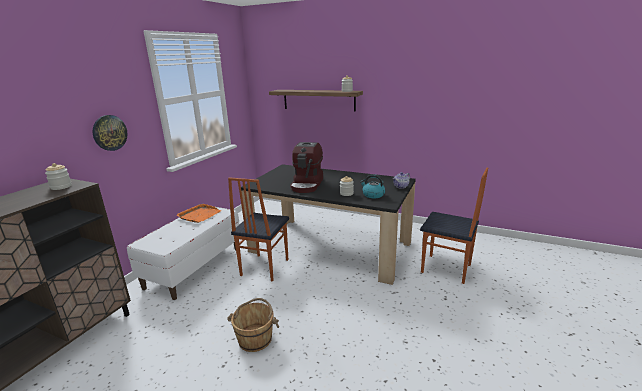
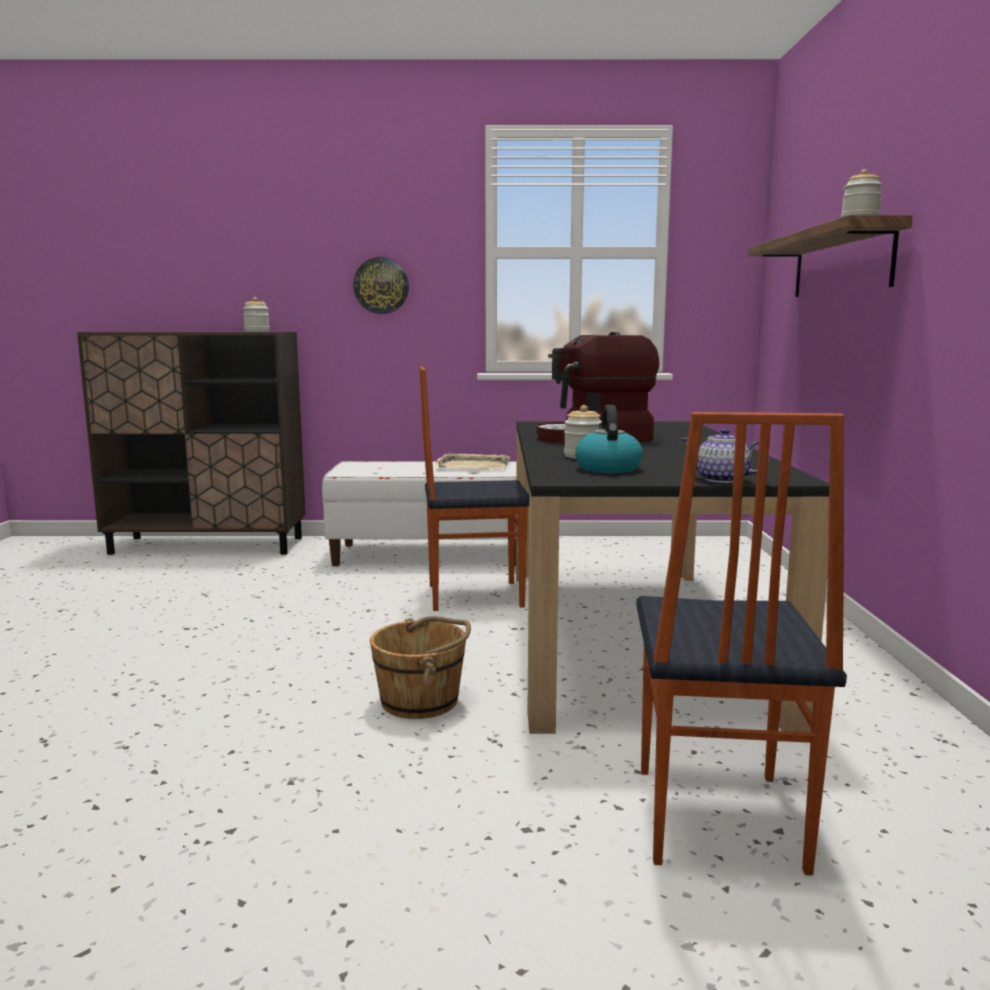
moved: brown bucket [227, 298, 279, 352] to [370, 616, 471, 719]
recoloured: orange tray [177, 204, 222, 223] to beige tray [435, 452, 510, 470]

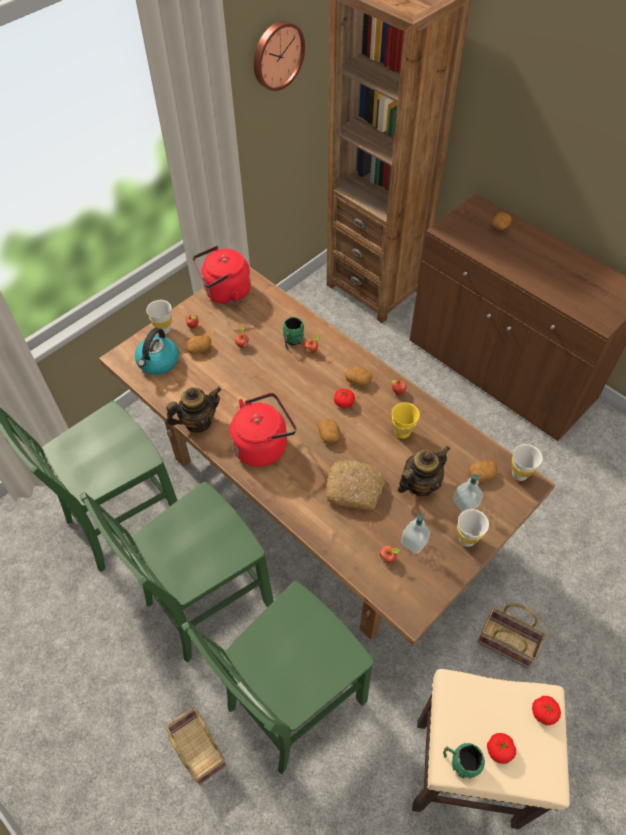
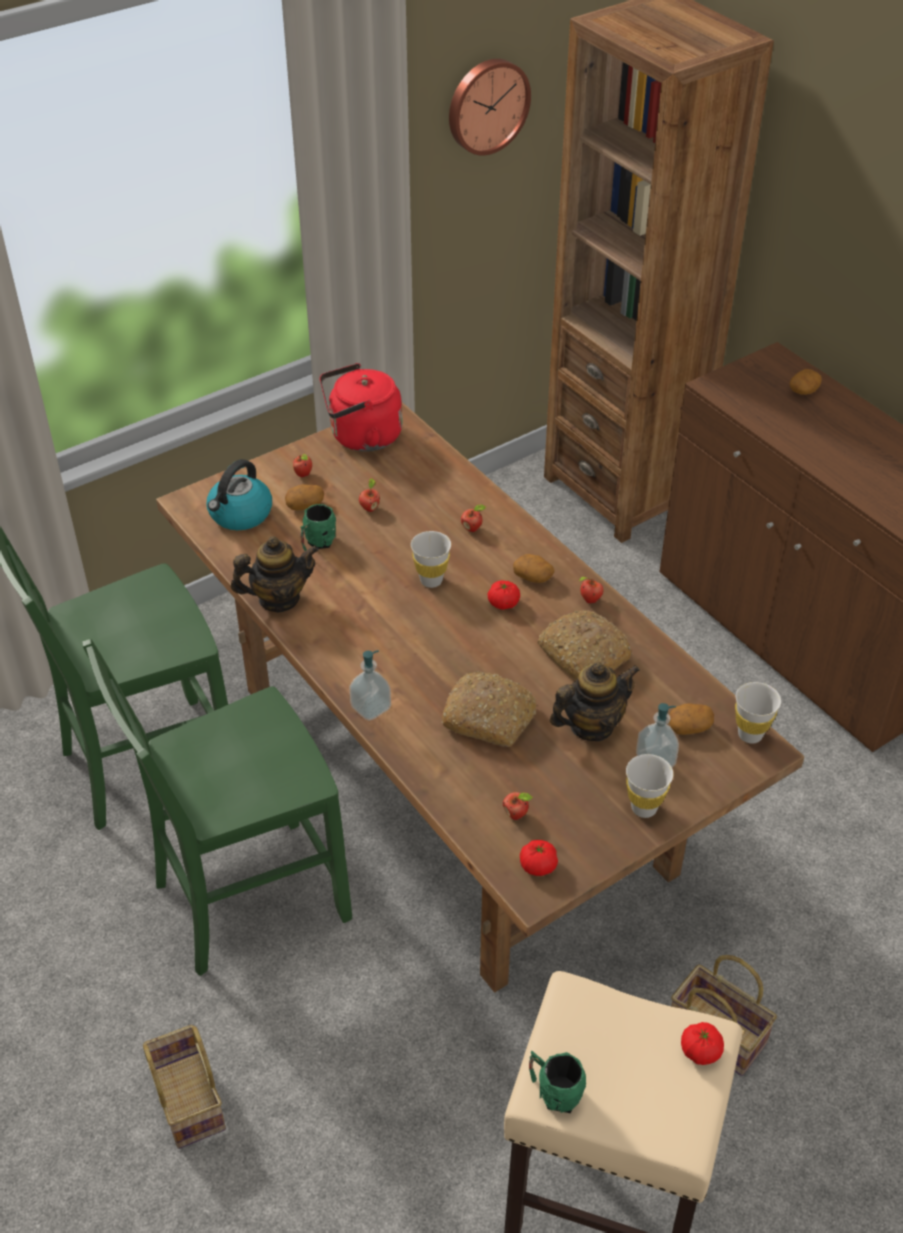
removed: green chair [181, 581, 374, 774]; red kettle [230, 393, 296, 467]; potato [318, 419, 340, 443]
moved: white cup [146, 300, 172, 334] to [411, 531, 451, 588]; green mug [283, 317, 304, 350] to [300, 504, 336, 551]; soap dispenser [401, 512, 430, 554] to [349, 650, 391, 721]; tomato [487, 733, 516, 764] to [520, 840, 558, 876]
replaced: yellow cup [392, 402, 420, 439] to bread [537, 610, 632, 680]

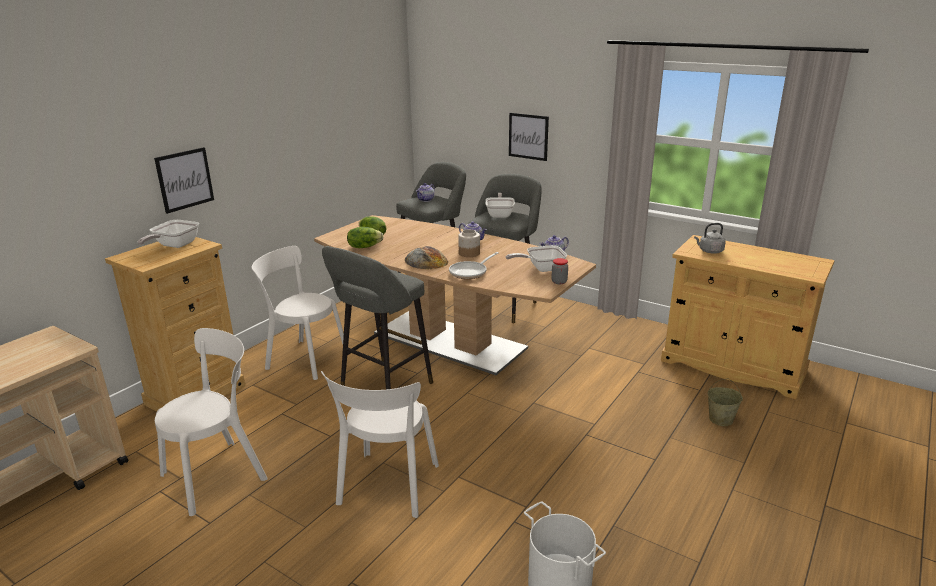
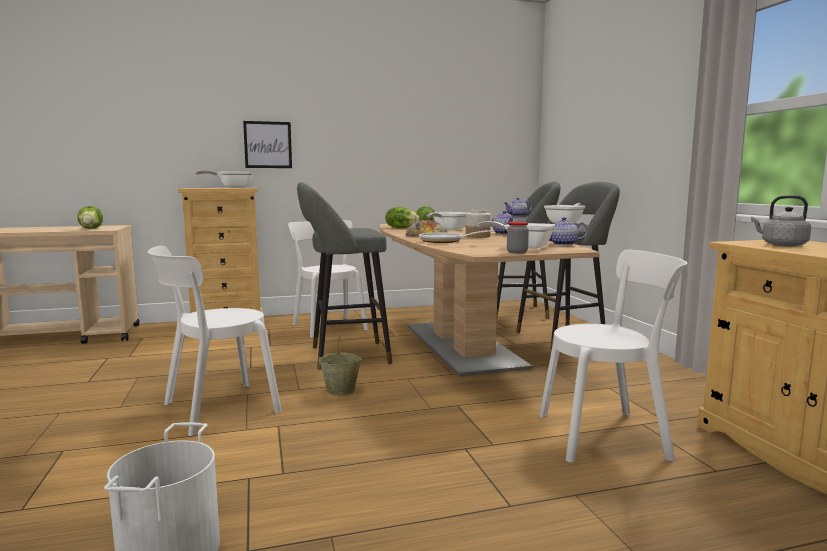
removed: picture [509, 113, 549, 161]
added: lettuce [77, 206, 103, 229]; frying pan [427, 212, 469, 230]
moved: white chair [155, 328, 268, 516] to [539, 250, 687, 462]; beige bucket [707, 378, 743, 426] to [319, 336, 362, 395]

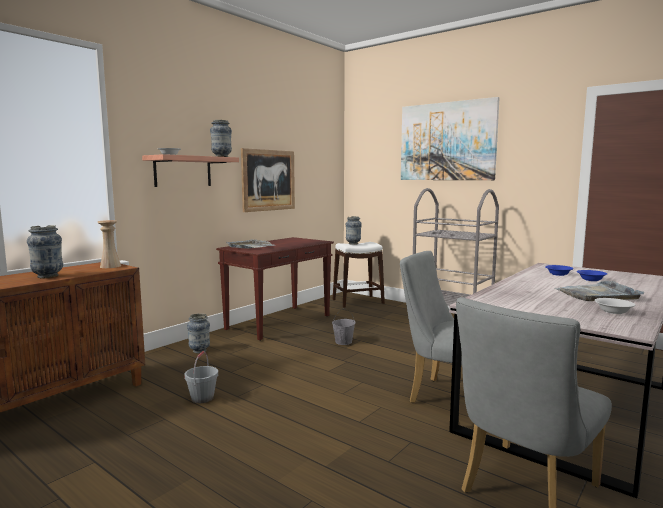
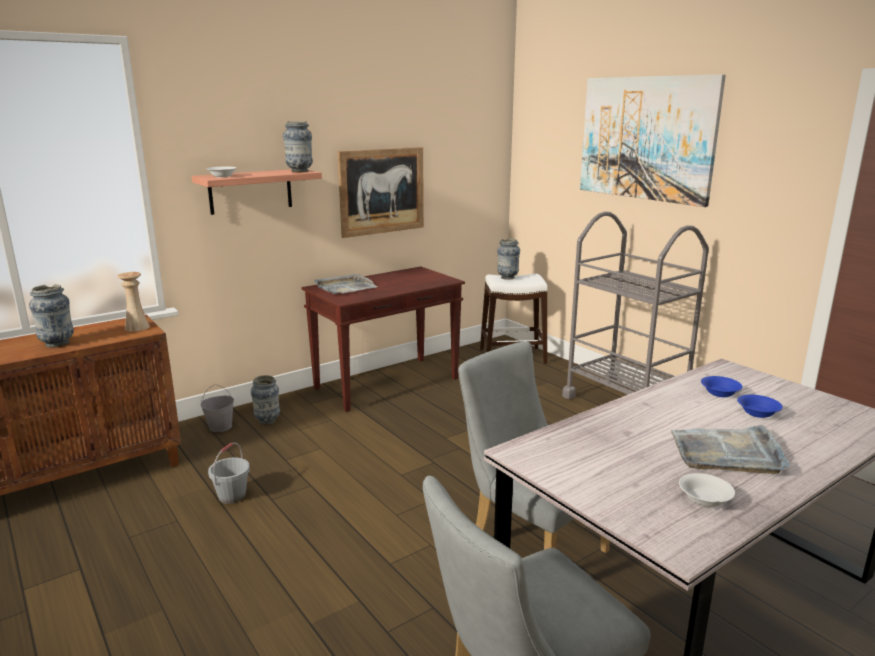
moved: grey bucket [332, 308, 355, 345] to [201, 384, 234, 432]

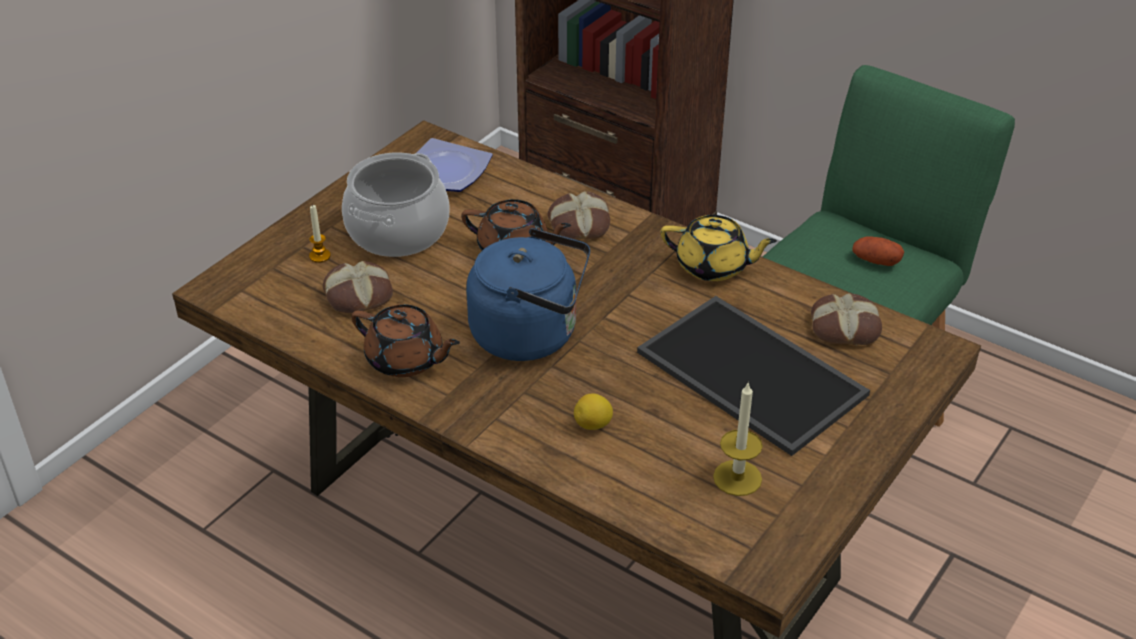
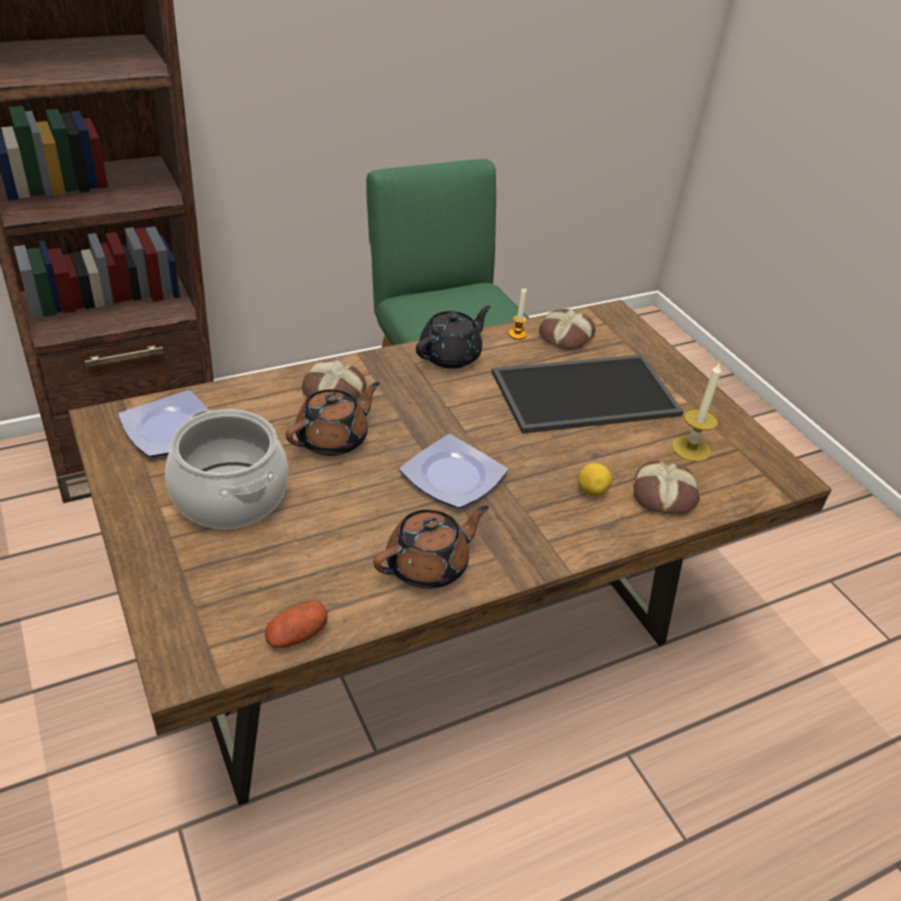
moved: candle [309, 205, 331, 263] to [509, 288, 527, 340]; bread [323, 261, 393, 314] to [634, 461, 700, 514]; potato [852, 236, 904, 266] to [264, 600, 328, 648]
replaced: blue kettle [466, 228, 590, 361] to plate [399, 434, 508, 508]
recoloured: yellow teapot [660, 215, 777, 281] to black teapot [416, 305, 491, 369]

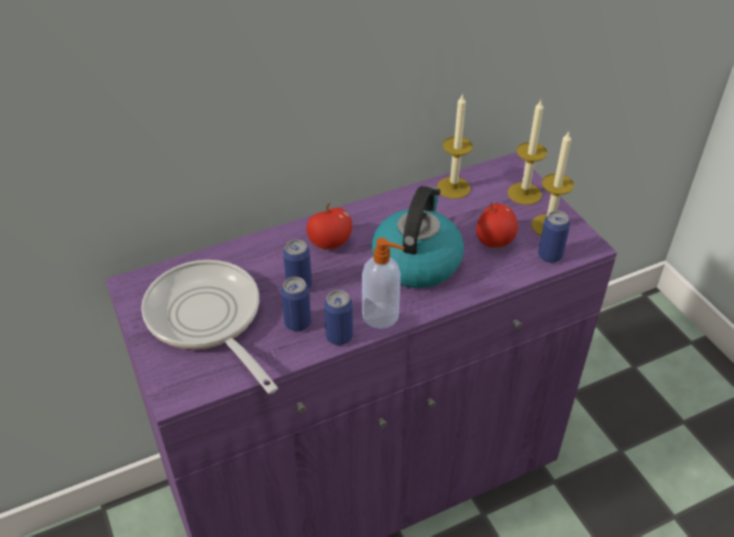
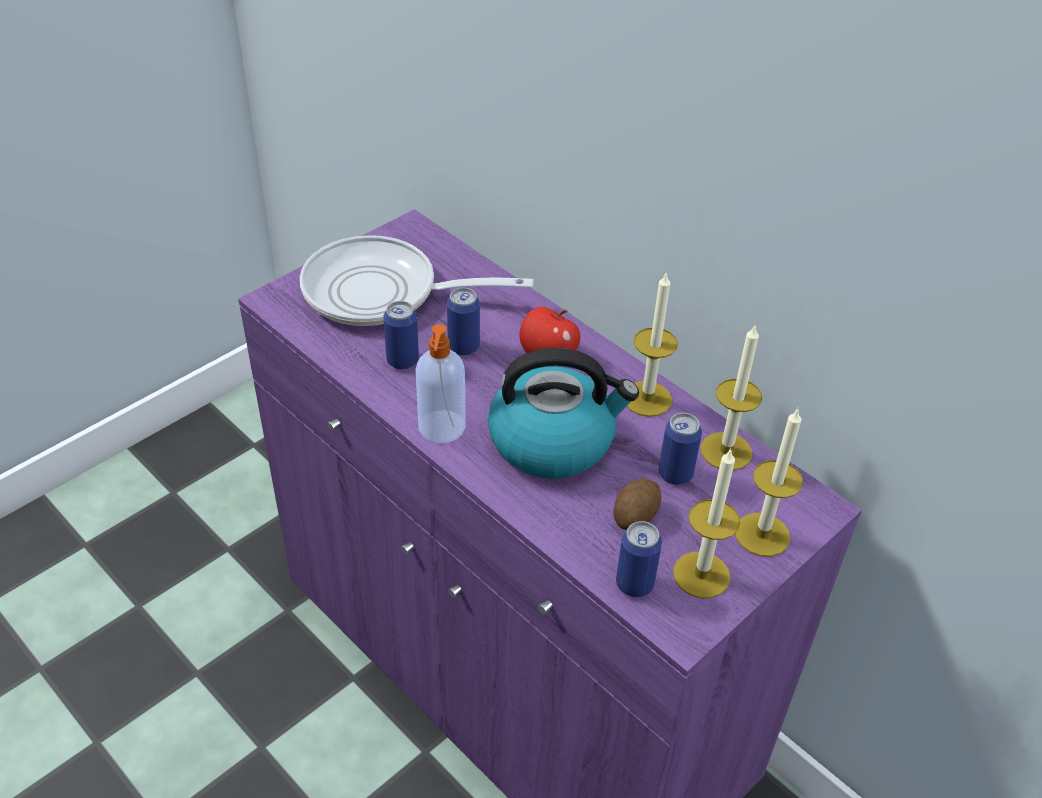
added: candle [626, 271, 678, 417]
moved: can [324, 290, 353, 345] to [658, 413, 702, 485]
replaced: apple [476, 202, 518, 248] to potato [613, 478, 661, 530]
turned: frying pan [141, 260, 278, 394] = [300, 235, 534, 326] 120 degrees counterclockwise

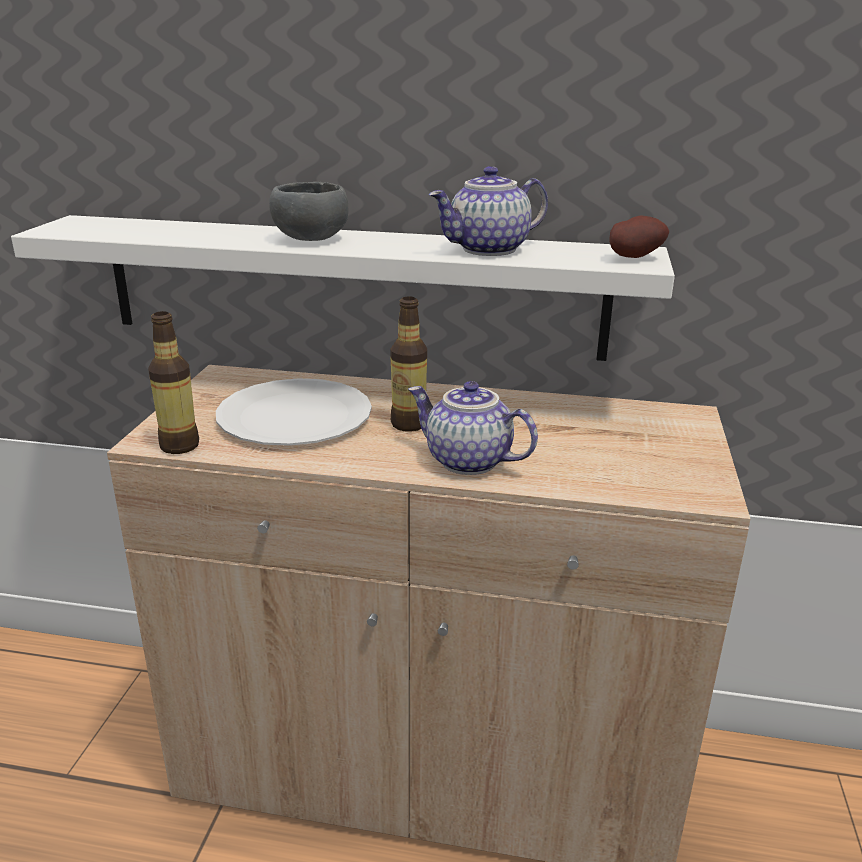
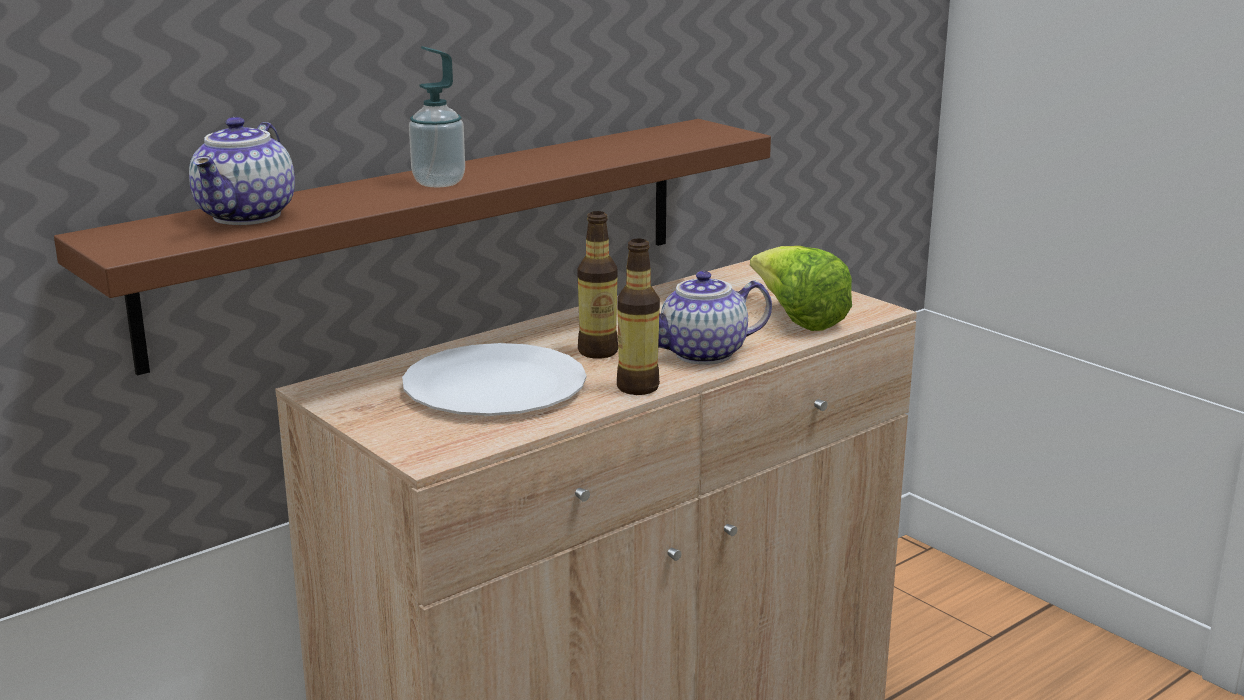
removed: potato [609, 215, 669, 258]
added: lettuce [750, 246, 852, 331]
moved: bottle [148, 311, 199, 454] to [617, 238, 660, 395]; teapot [429, 166, 548, 256] to [189, 117, 295, 225]
replaced: grey bowl [269, 182, 348, 241] to soap dispenser [409, 46, 465, 187]
recoloured: white shelf [11, 215, 675, 361] to brown shelf [54, 119, 771, 376]

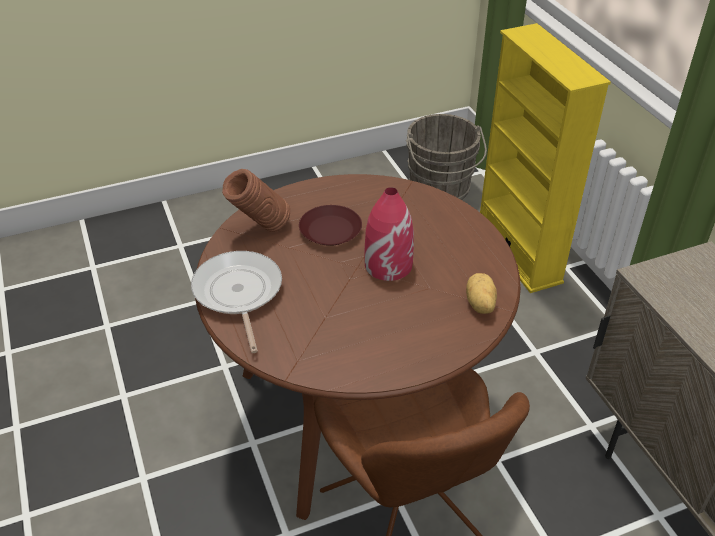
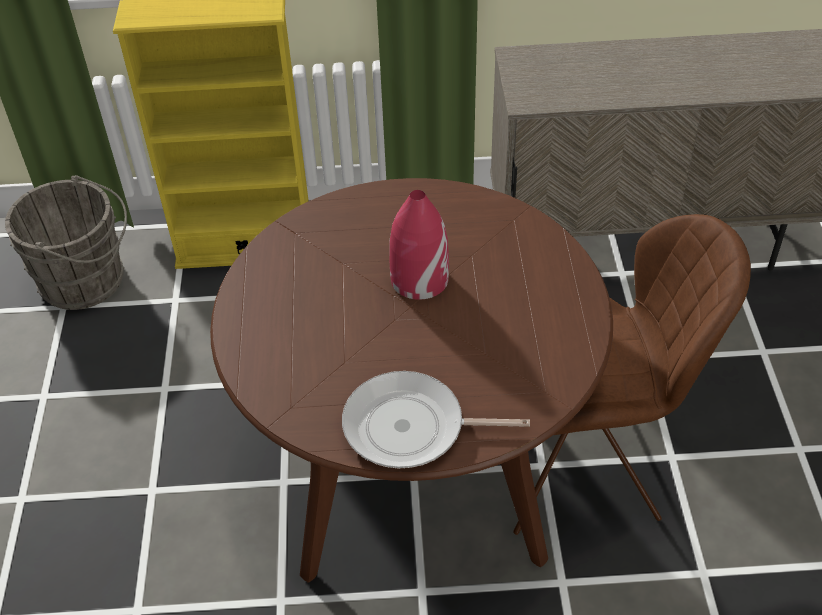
removed: brown vase [222, 169, 290, 232]; brown plate [299, 205, 362, 246]; potato [466, 273, 497, 314]

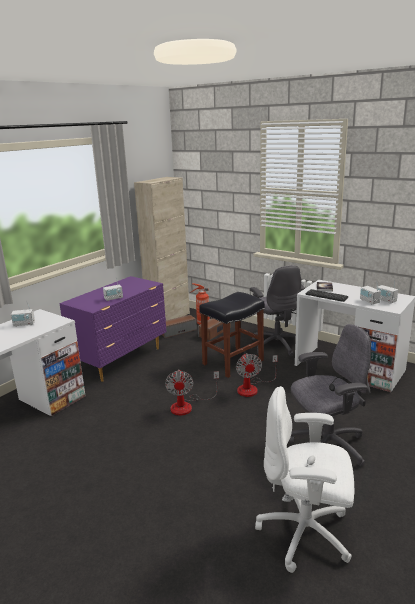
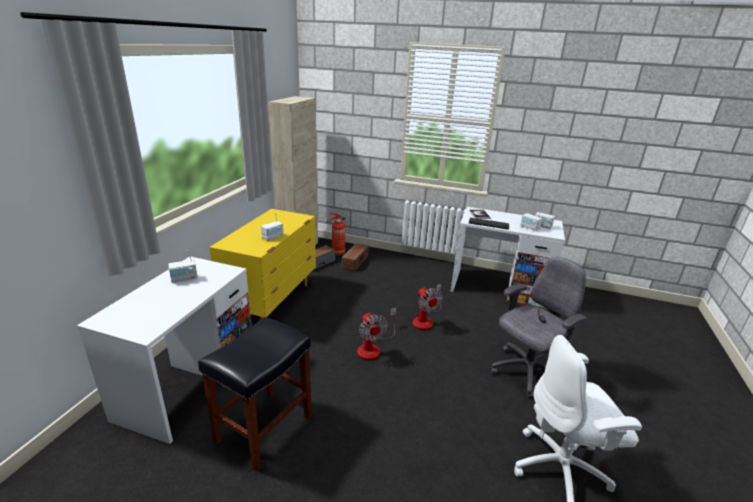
removed: grey office chair [250, 265, 305, 356]
moved: black stool [199, 292, 265, 378] to [198, 317, 312, 472]
recoloured: purple dresser [59, 276, 167, 382] to yellow dresser [209, 209, 316, 320]

